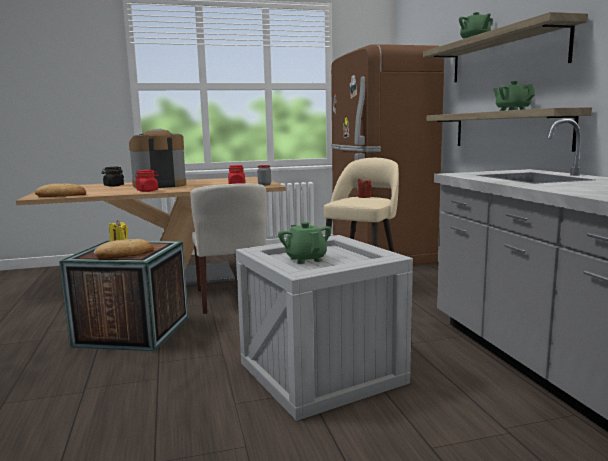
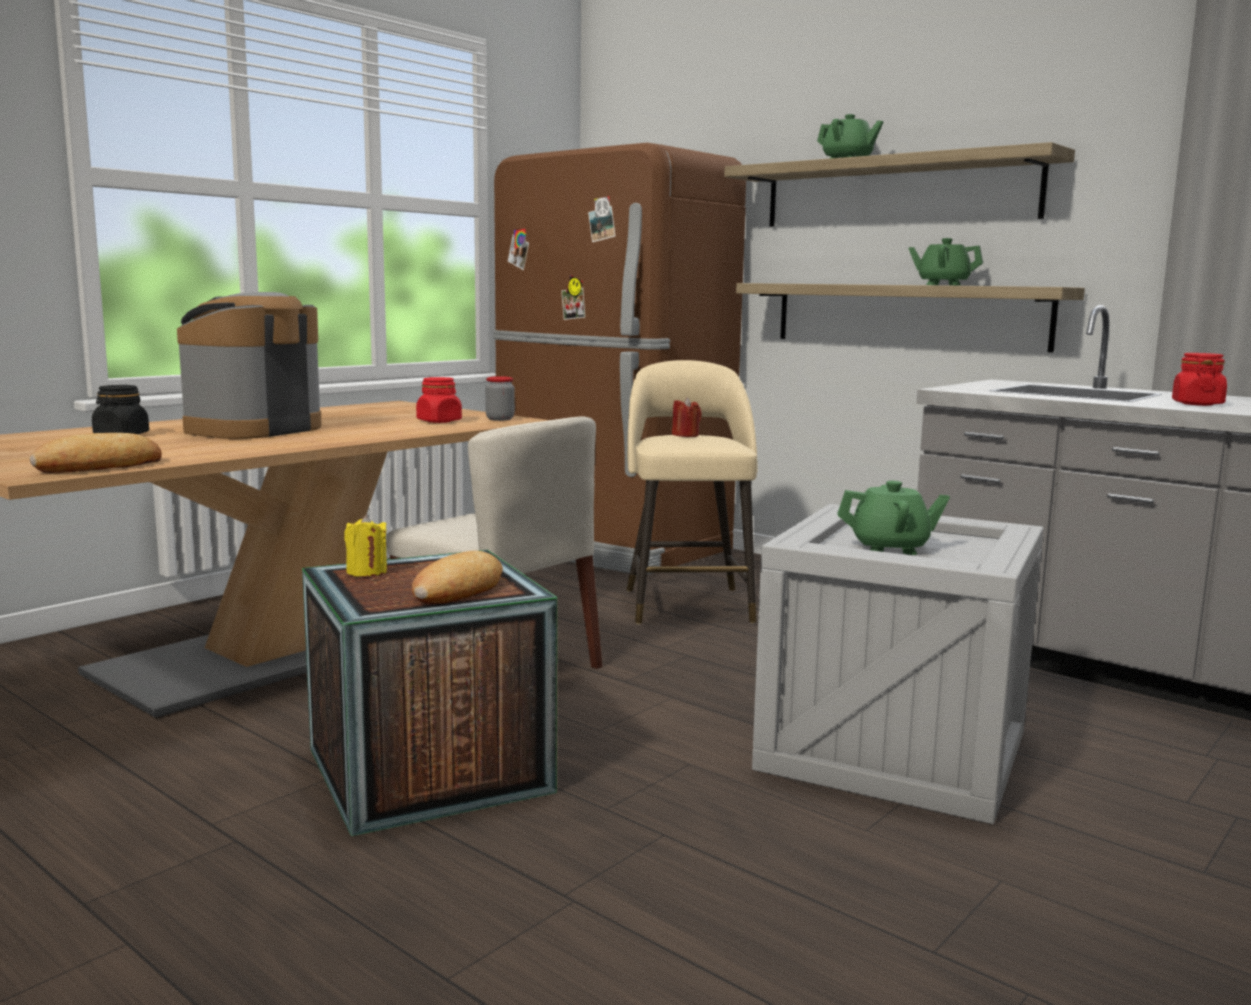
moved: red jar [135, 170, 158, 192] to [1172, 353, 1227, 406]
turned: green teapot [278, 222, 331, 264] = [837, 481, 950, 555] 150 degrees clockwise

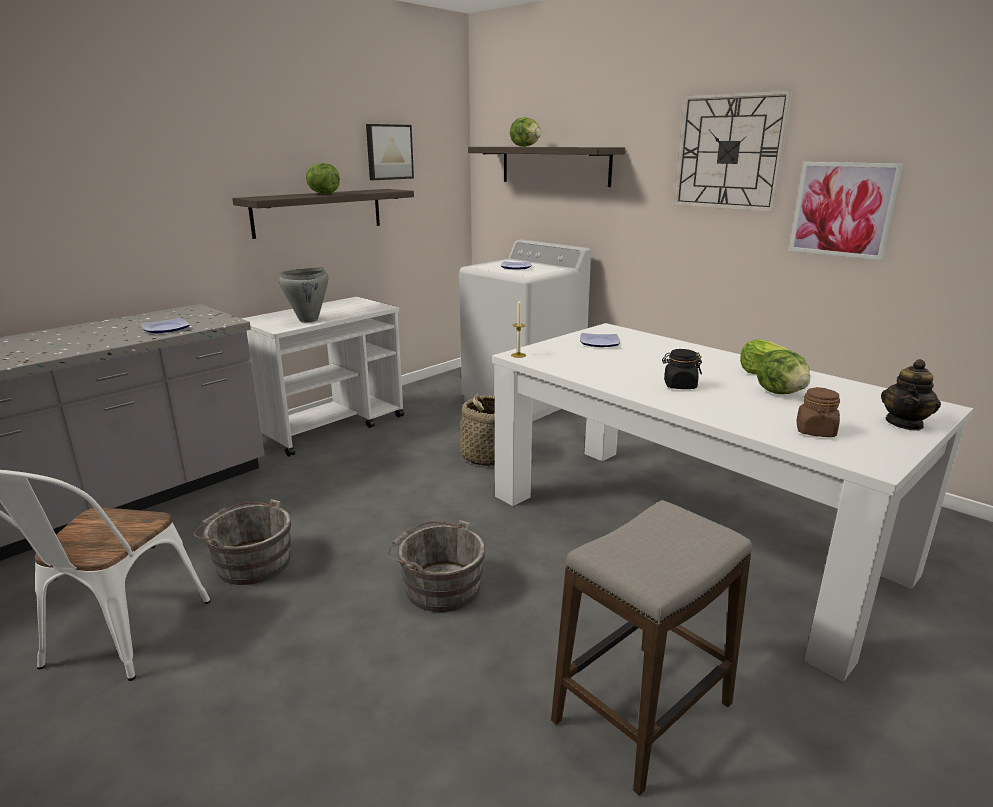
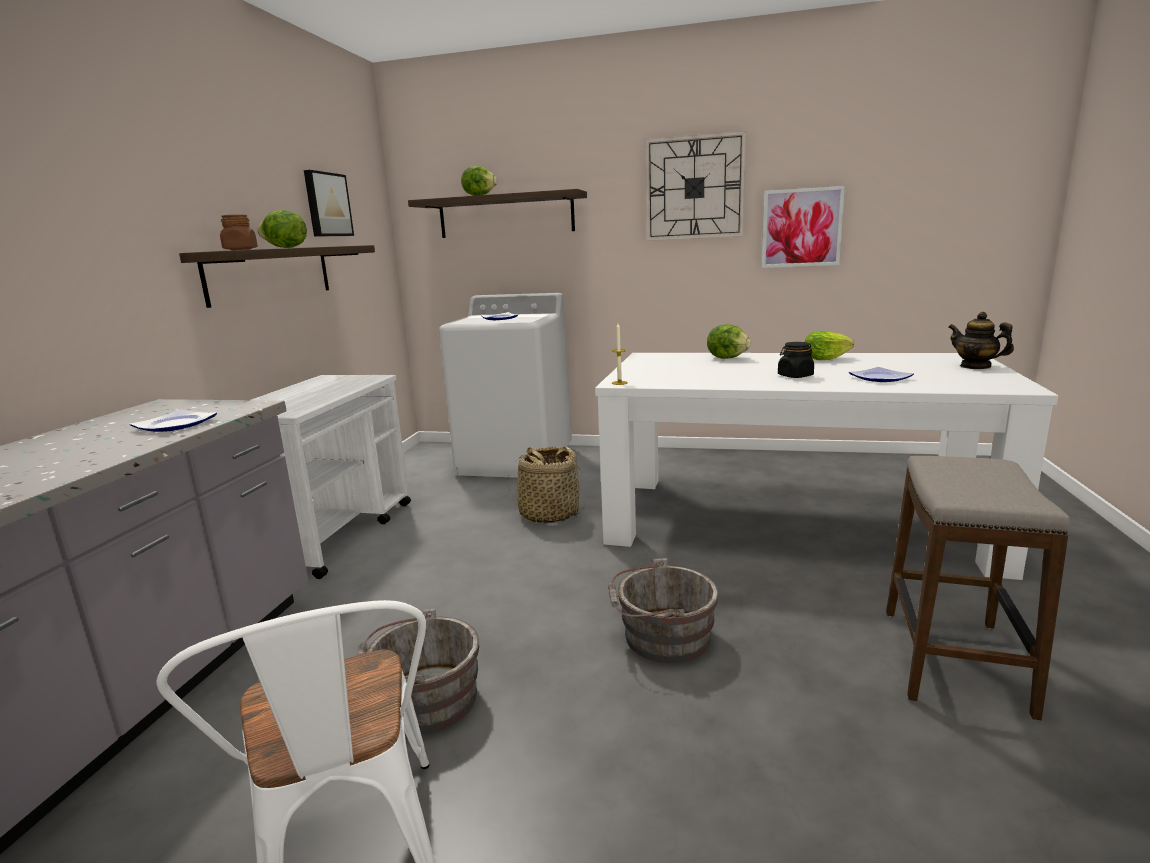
removed: grey cooking pot [279, 267, 328, 322]
moved: plate [580, 333, 620, 347] to [849, 367, 914, 382]; lettuce [756, 350, 810, 394] to [707, 324, 751, 359]; brown jar [796, 387, 840, 437] to [220, 214, 258, 250]
turned: teapot [881, 359, 941, 431] = [948, 312, 1014, 369] 135 degrees clockwise

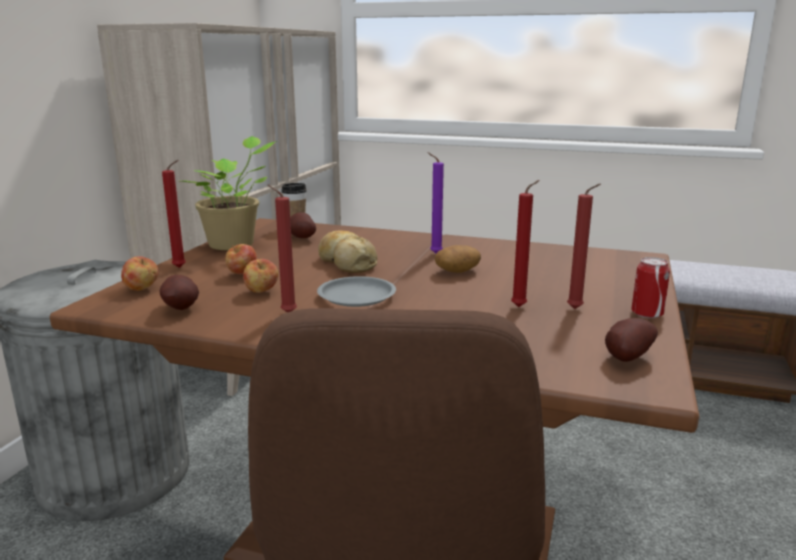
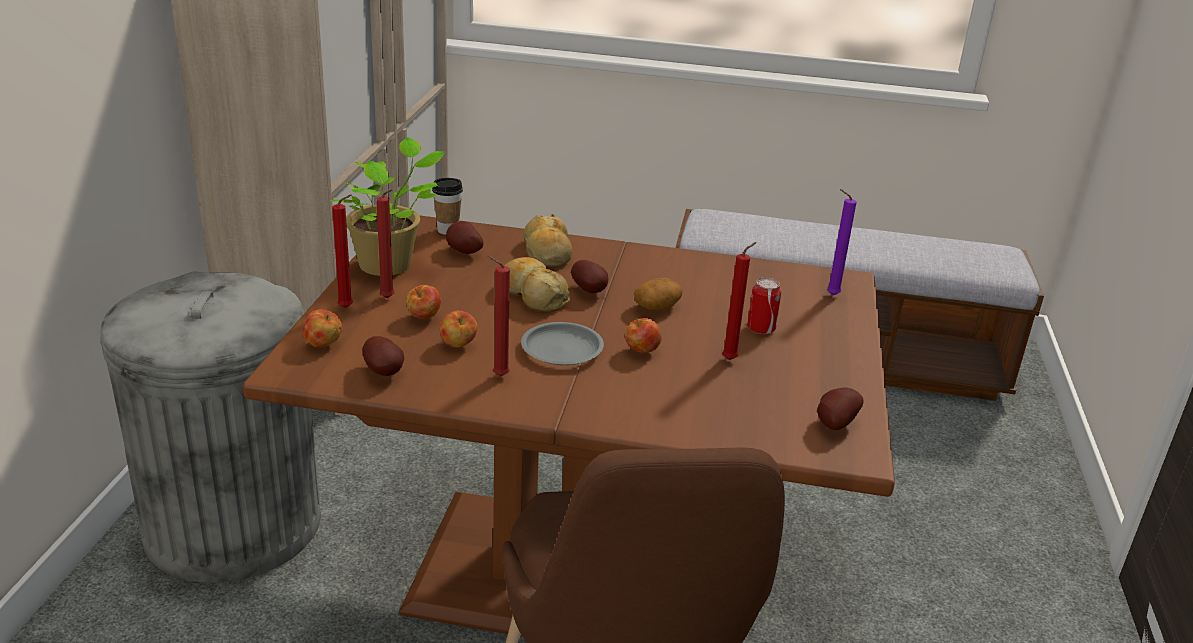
added: bread [523, 214, 573, 267]; potato [571, 260, 608, 293]; apple [625, 318, 662, 353]
moved: purple candle [427, 152, 444, 253] to [827, 189, 857, 295]; red candle [567, 184, 601, 309] to [376, 190, 395, 298]; can [631, 257, 670, 319] to [747, 278, 781, 334]

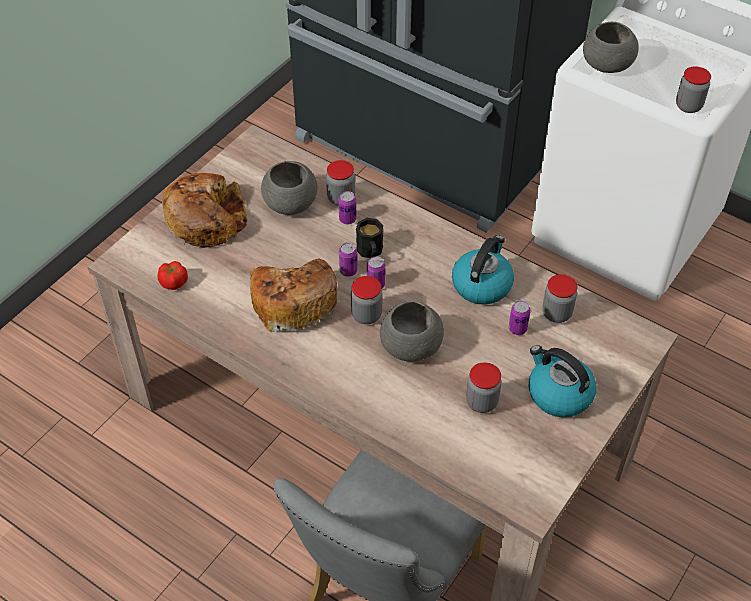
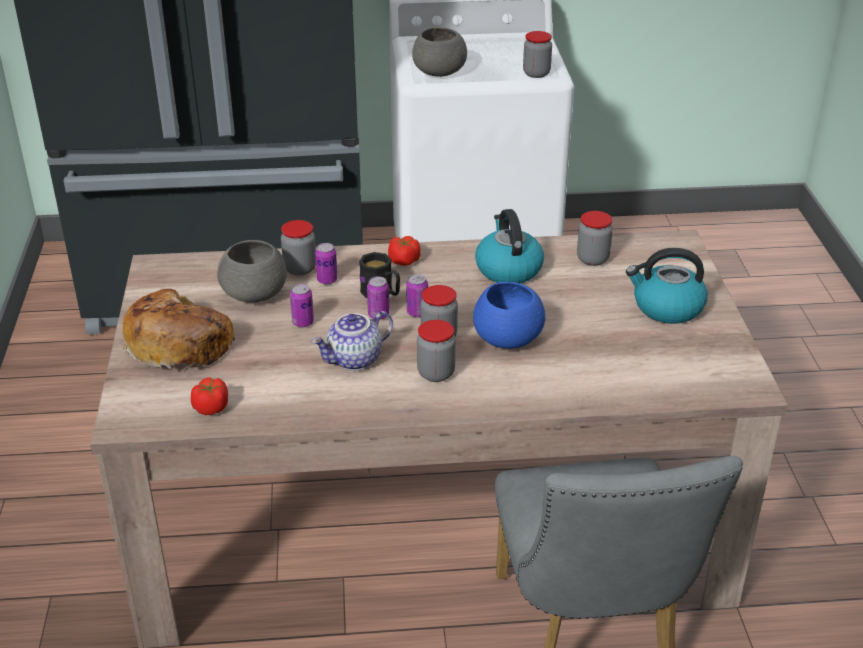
added: tomato [388, 236, 421, 266]
moved: jar [466, 362, 502, 413] to [417, 320, 456, 382]; can [509, 301, 531, 335] to [290, 284, 314, 327]
replaced: bread [250, 258, 337, 332] to teapot [312, 311, 393, 371]
recoloured: grey bowl [380, 301, 444, 362] to blue bowl [473, 282, 545, 349]

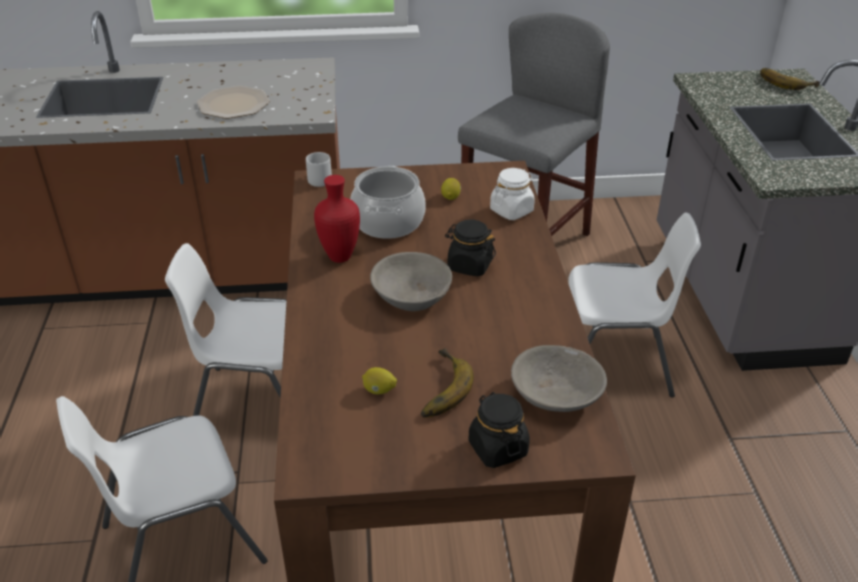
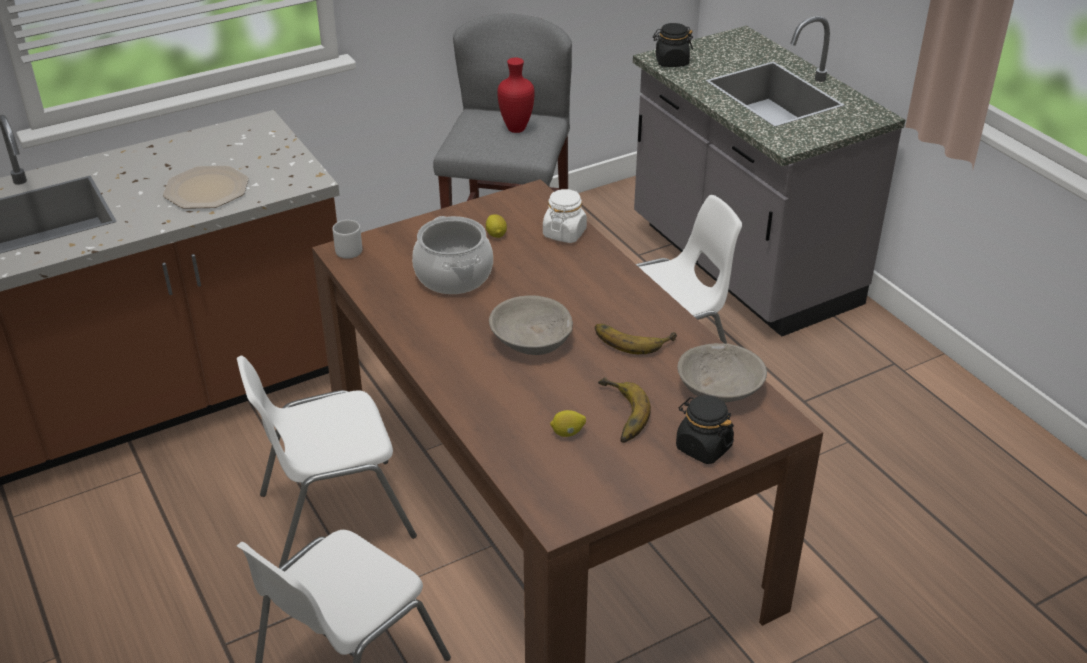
moved: red vase [314, 175, 360, 263] to [497, 58, 535, 133]; black jar [445, 220, 496, 276] to [653, 23, 693, 67]; banana [760, 68, 820, 90] to [595, 324, 677, 354]

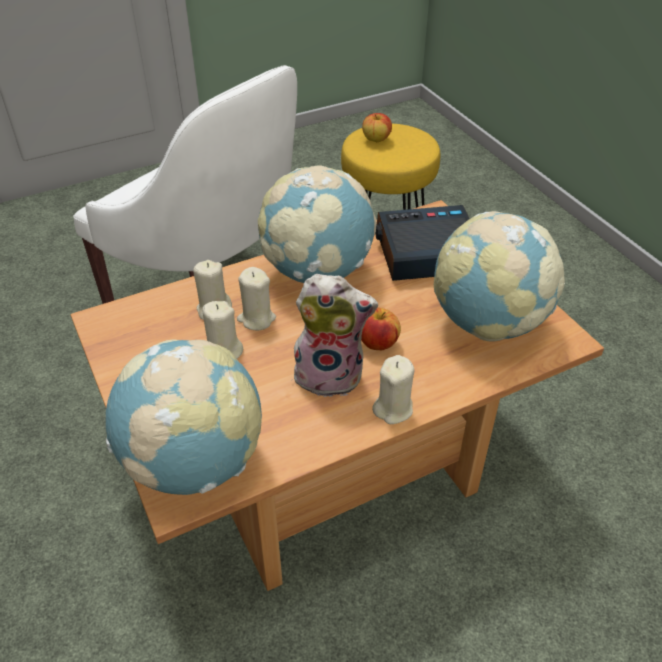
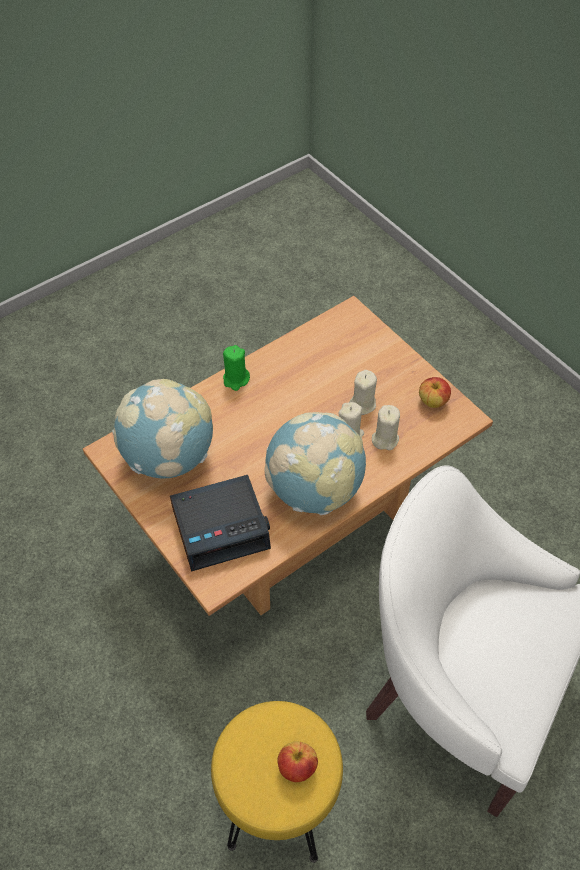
removed: globe [106, 340, 262, 495]; plush toy [294, 274, 378, 397]
moved: apple [361, 308, 401, 350] to [419, 377, 451, 408]
recoloured: beige candle [372, 355, 414, 424] to green candle [223, 345, 250, 391]

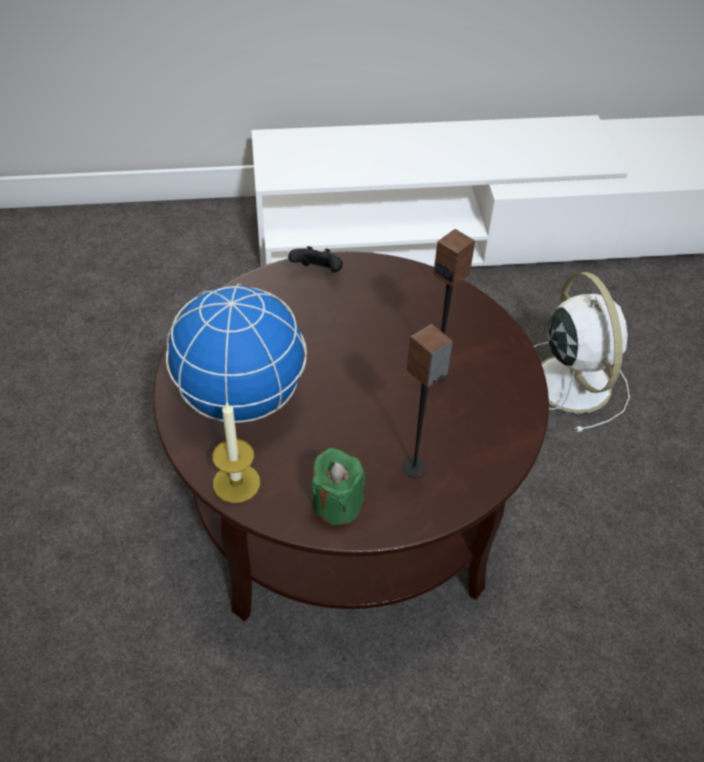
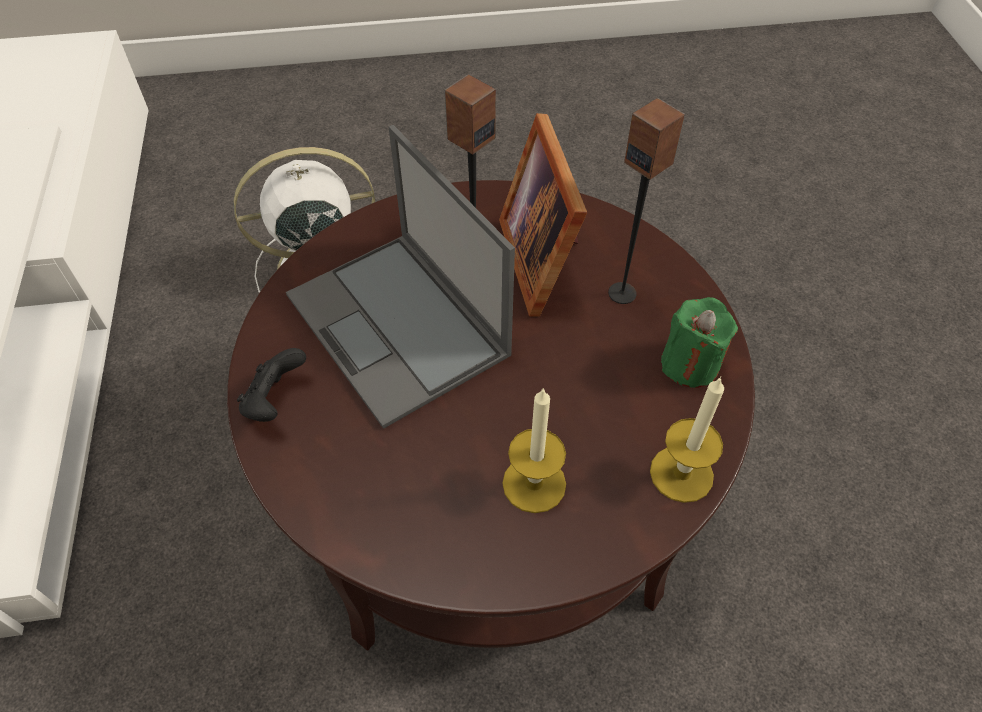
added: laptop [286, 125, 515, 429]; picture frame [499, 113, 587, 317]
replaced: globe [166, 283, 307, 423] to candle [502, 388, 566, 513]

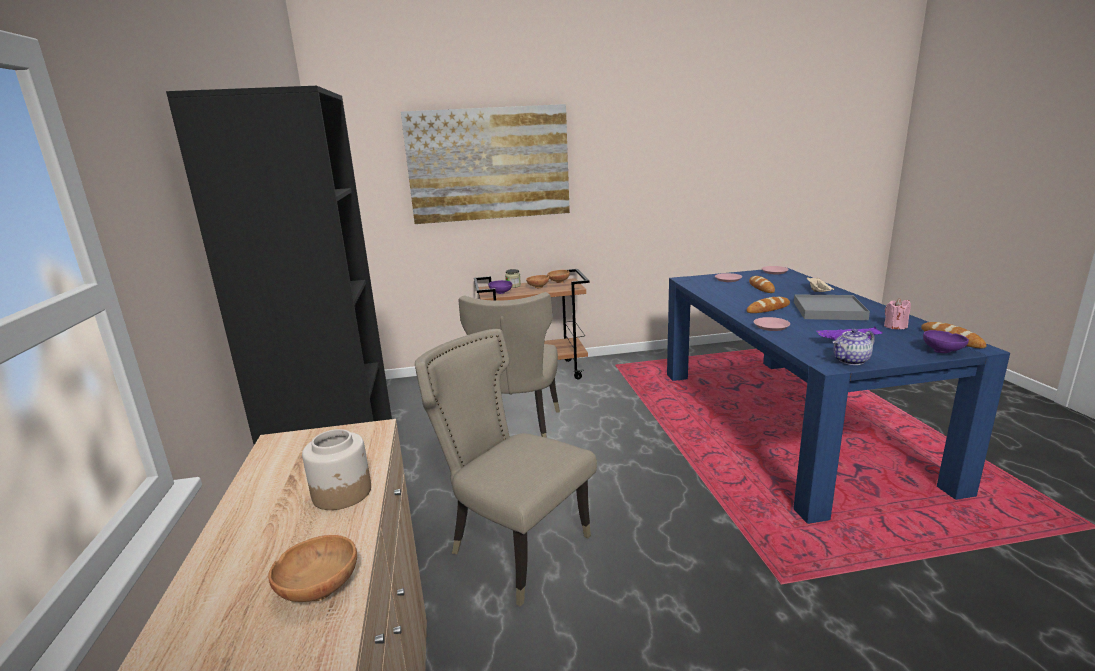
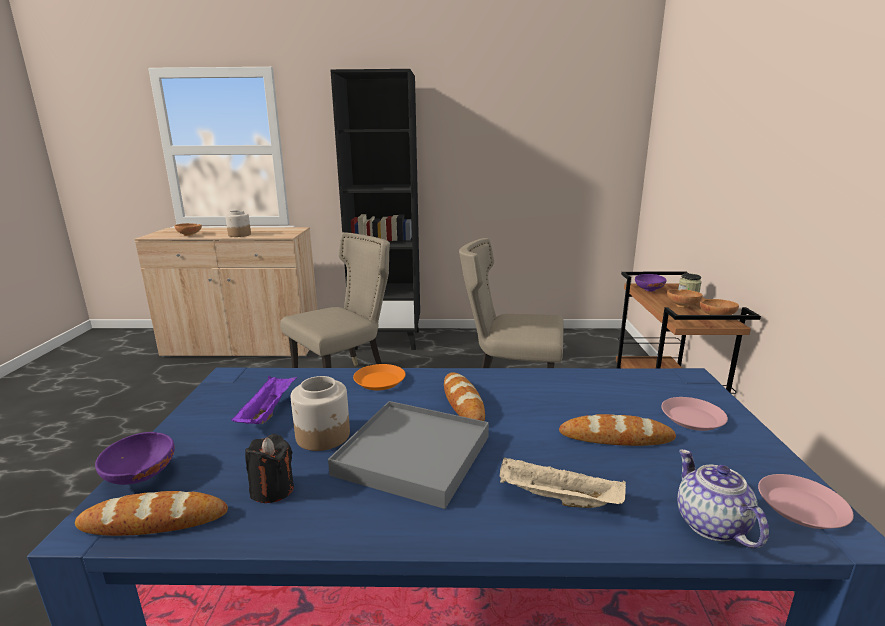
removed: picture [401, 104, 570, 224]
added: jar [291, 376, 350, 451]
moved: teapot [832, 329, 875, 365] to [677, 449, 769, 549]
recoloured: pink plate [754, 317, 790, 331] to orange plate [353, 364, 406, 390]; pink candle [884, 298, 911, 329] to black candle [245, 434, 294, 503]

